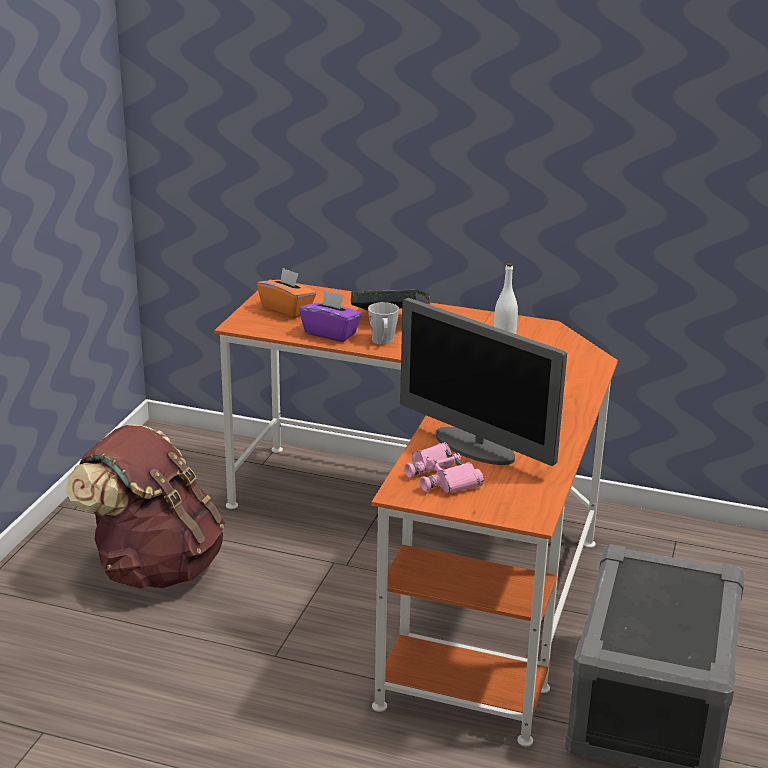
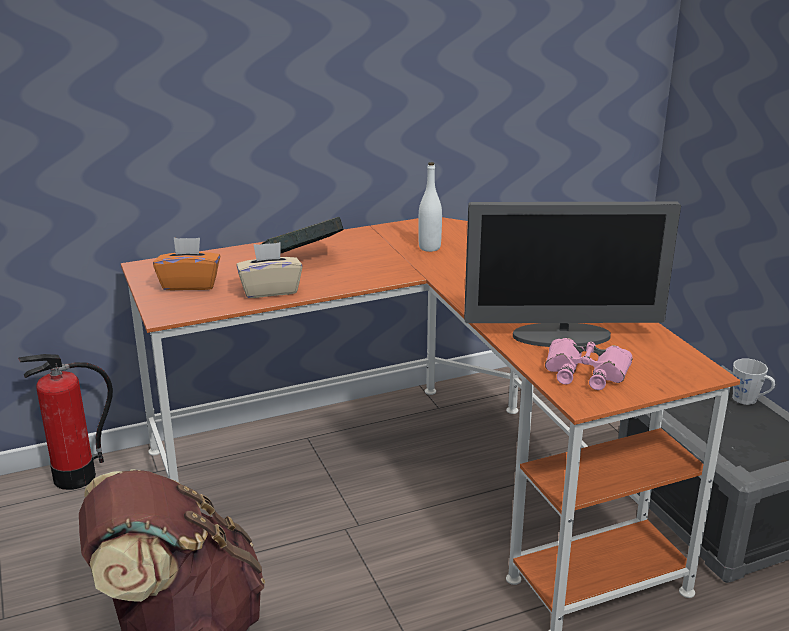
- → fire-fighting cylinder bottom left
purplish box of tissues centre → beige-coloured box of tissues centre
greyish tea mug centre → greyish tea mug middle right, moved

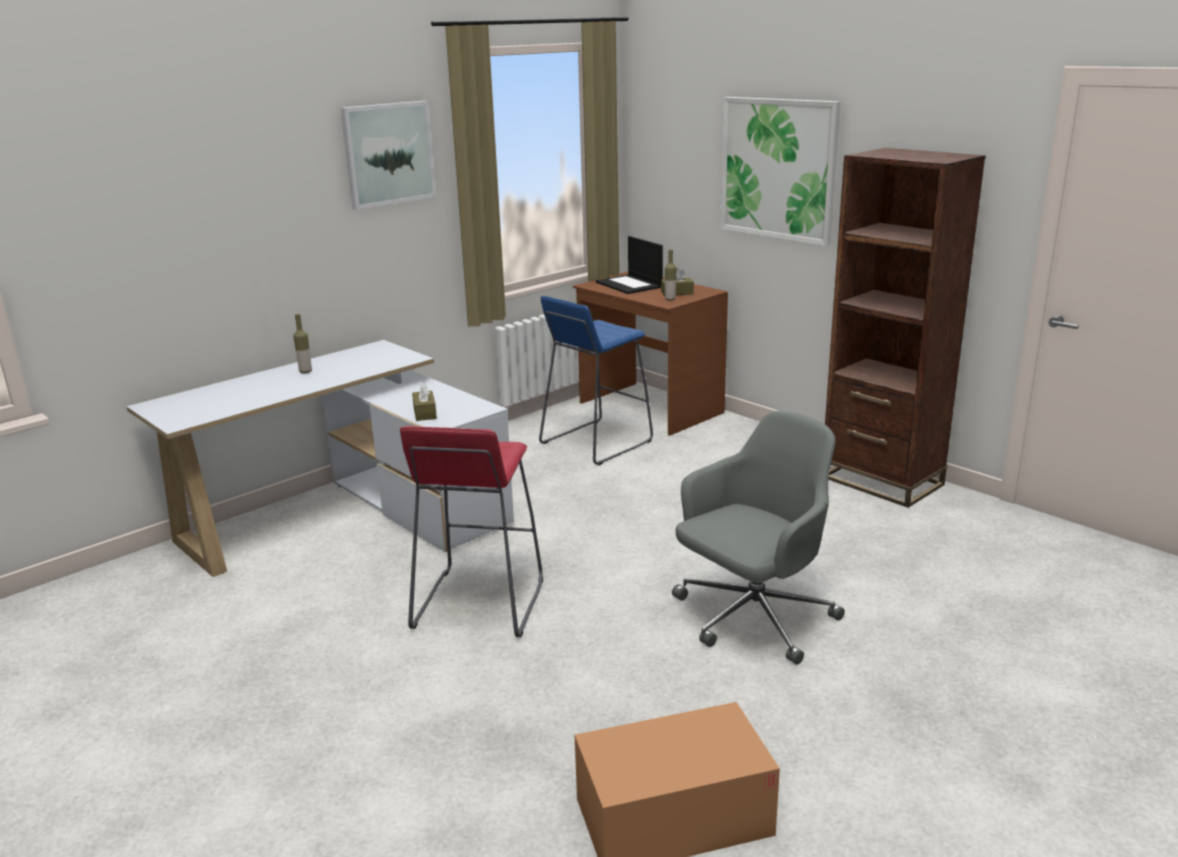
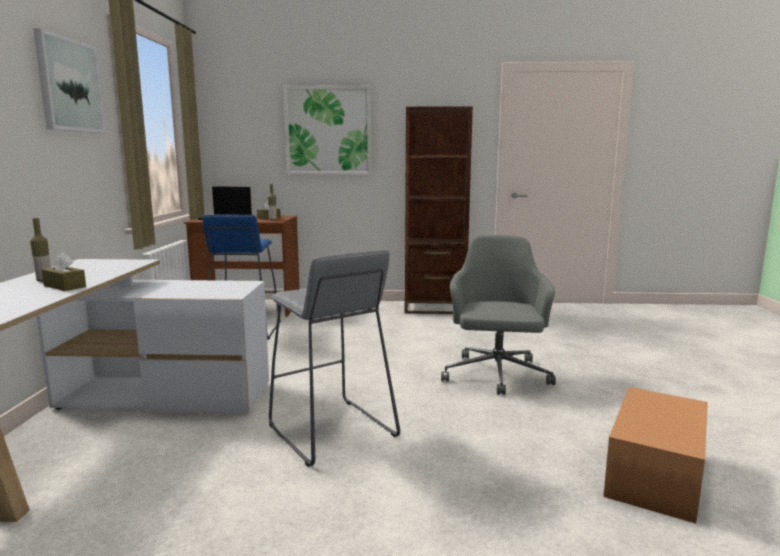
brownish box of tissues (1st from left) centre → brownish box of tissues (1st from left) middle left, moved
red-coloured sitting stool centre → greyish sitting stool centre

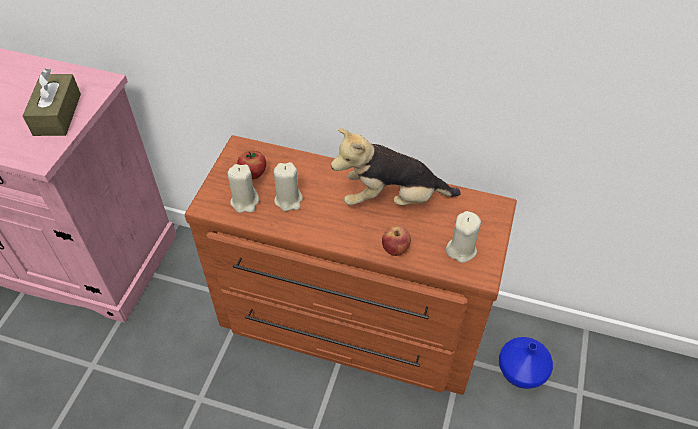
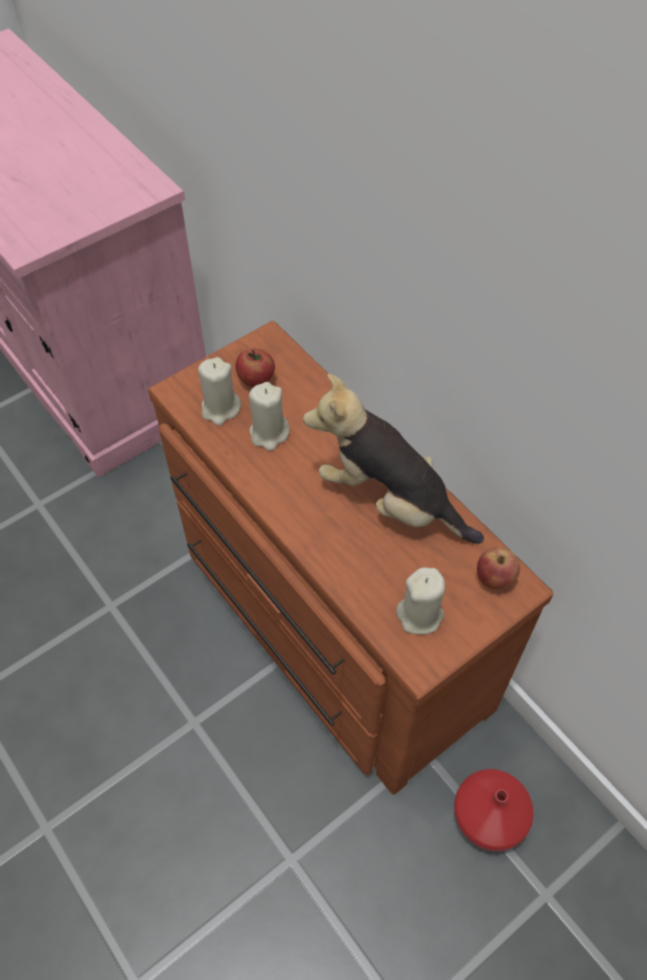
blue decorative vase bottom right → red-coloured decorative vase bottom right
whole apple (2nd from left) centre → whole apple (2nd from left) middle right, moved
brownish box of tissues top left → -

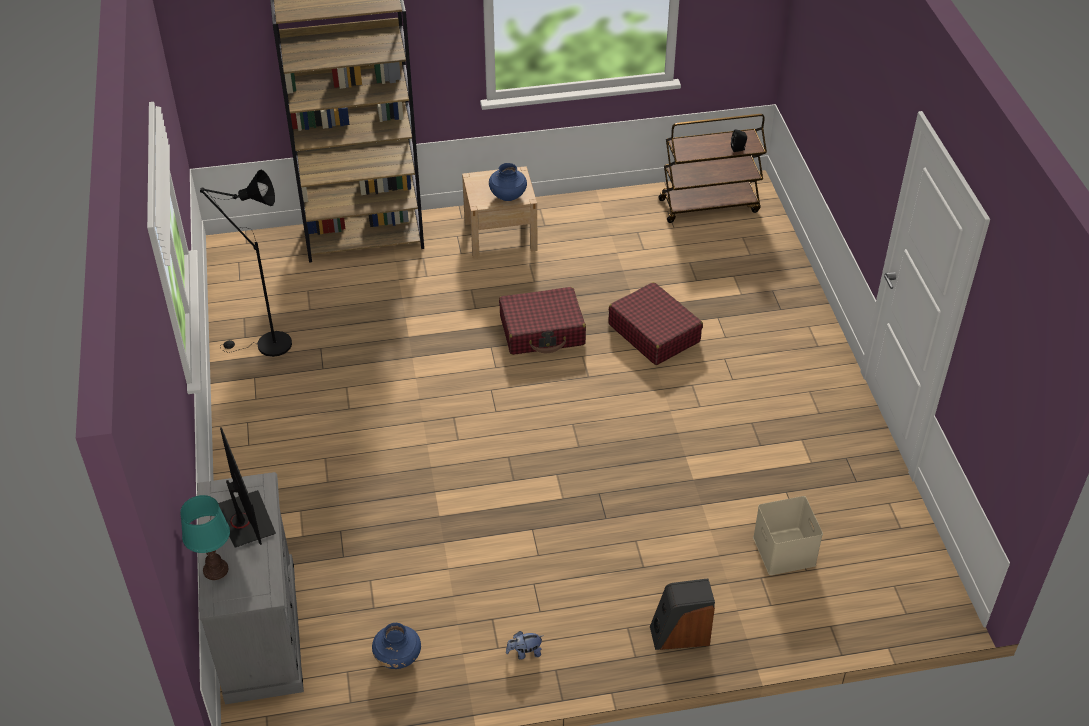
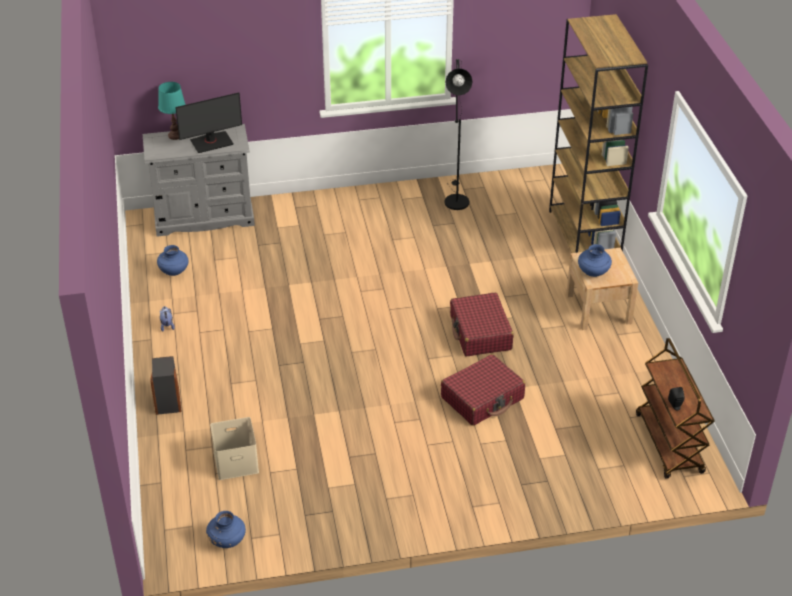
- → blue decorative vase (2nd from left) bottom left

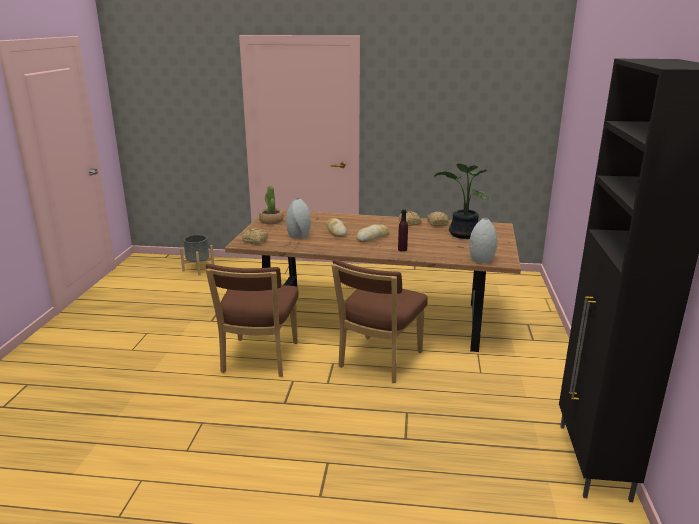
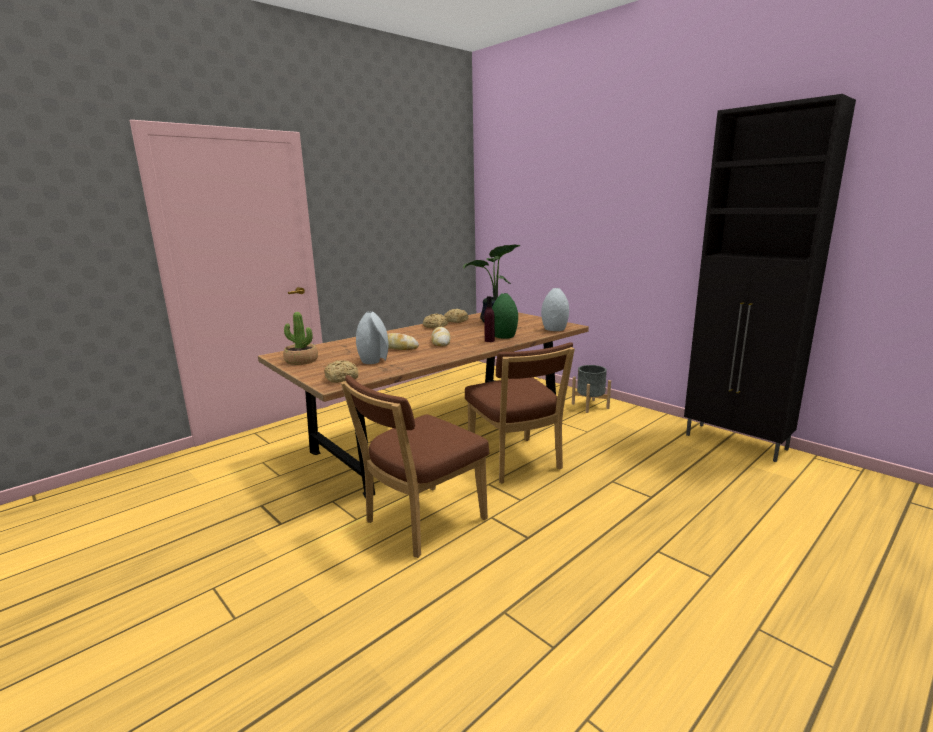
brownish upright chair (1st from left) centre, 90 degrees clockwise
- → greenish decorative vase centre
greyish flower pot middle left → greyish flower pot centre, moved

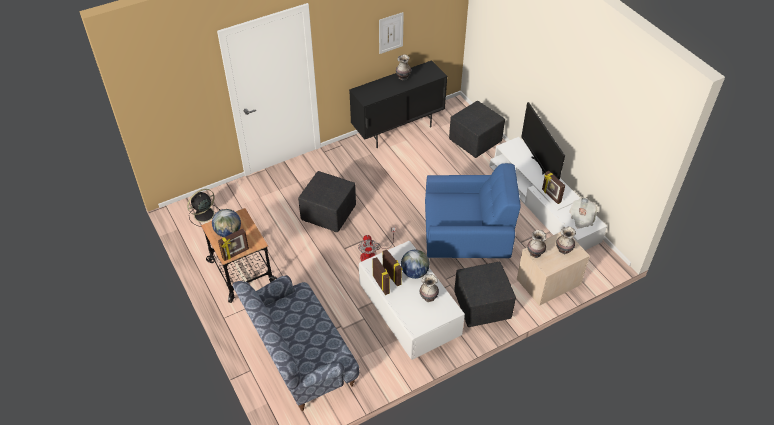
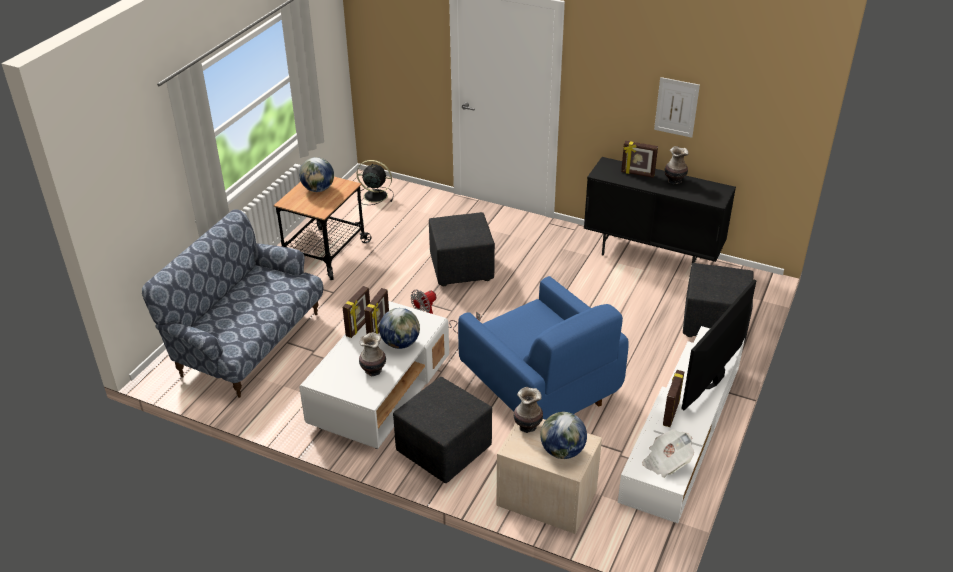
decorative vase (4th from left) middle right → desk globe (3rd from left) bottom centre
photo frame (1st from left in the first image) middle left → photo frame (3rd from left) top right, moved

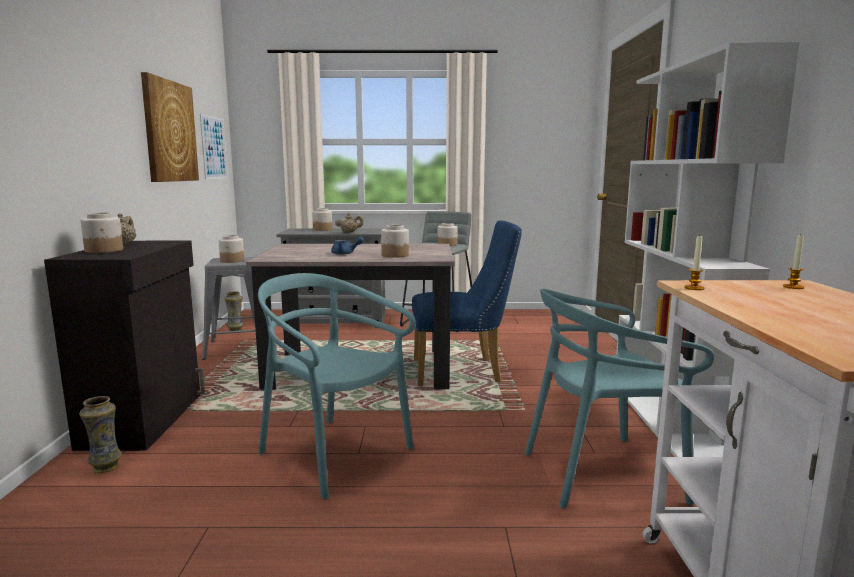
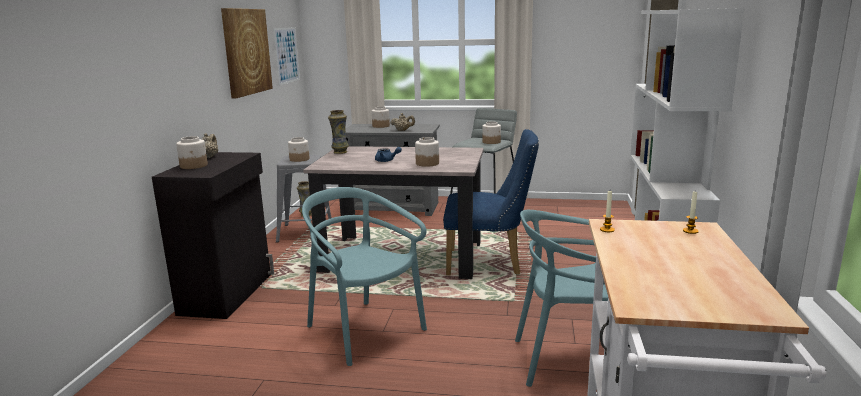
decorative vase (1st from left in the first image) bottom left → decorative vase (2nd from left) centre, moved

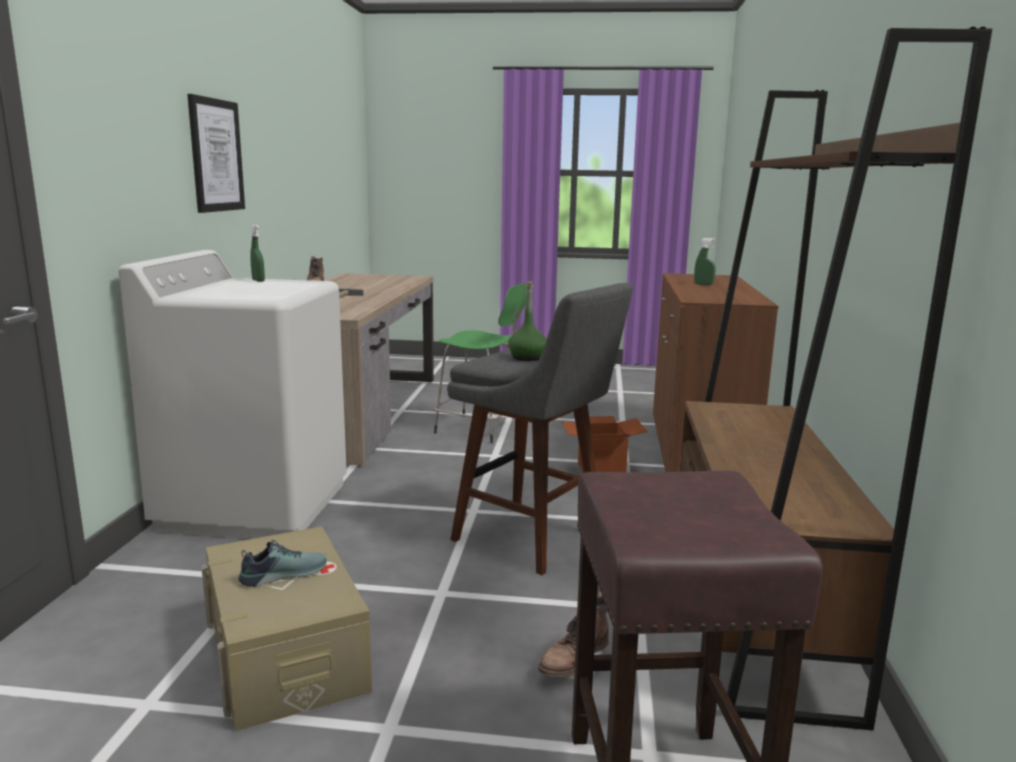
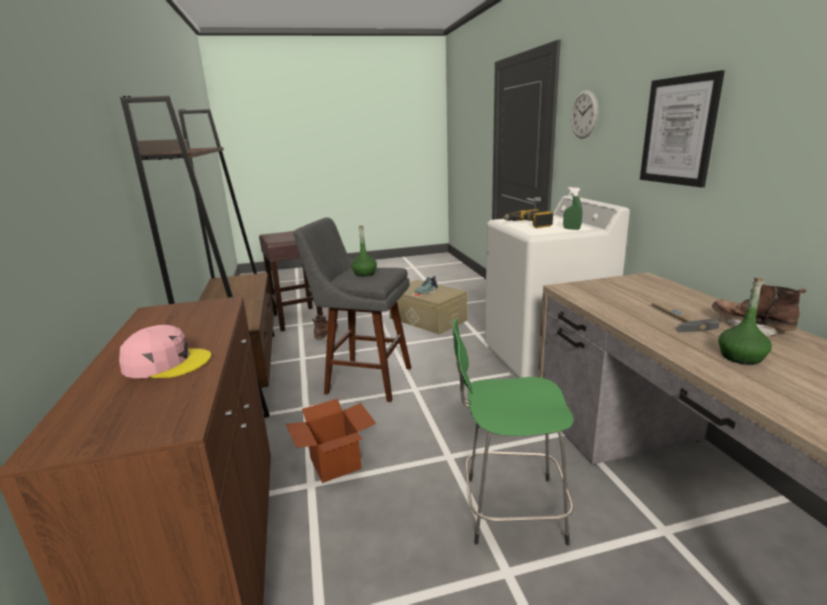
greenish spray bottle (2nd from left) middle right → pink-coloured cap middle left
- → drill centre
- → hanging clock top right
- → greenish drink bottle (2nd from left) middle right

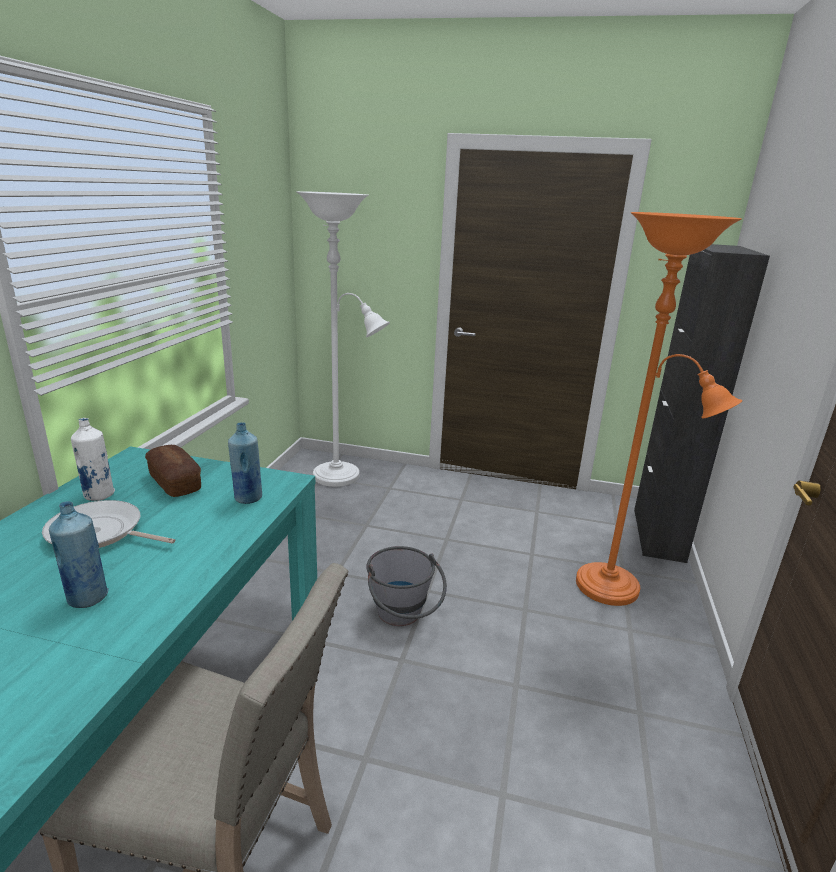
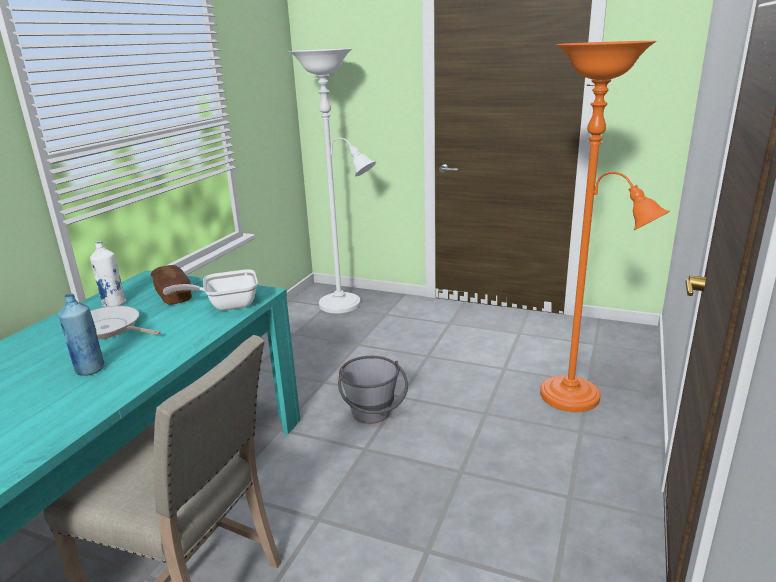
blue drink bottle (2nd from left) middle left → skillet (2nd from left) middle left
black-coloured storage cabinet middle right → -

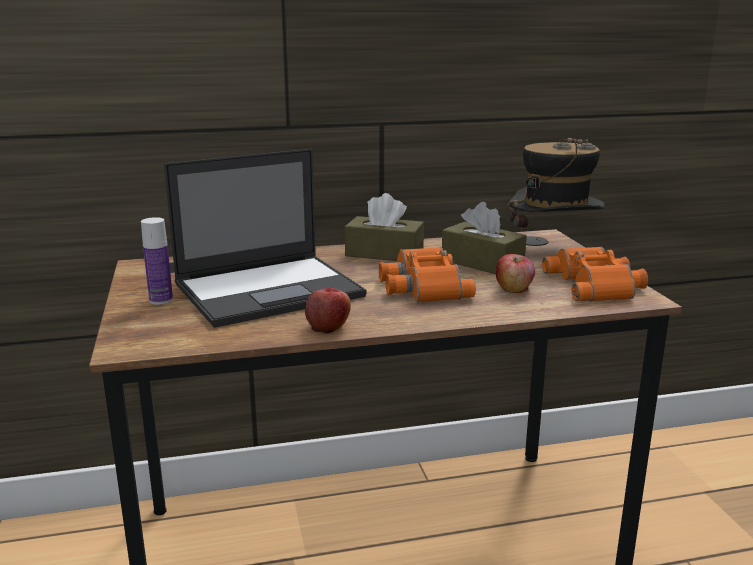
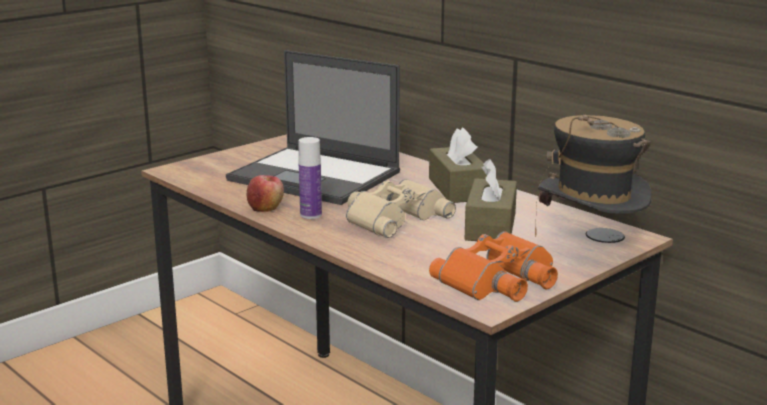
drink bottle middle left → drink bottle centre, moved
orangey binoculars (1st from left) centre → beige-coloured binoculars centre
whole apple (2nd from left) middle right → -

